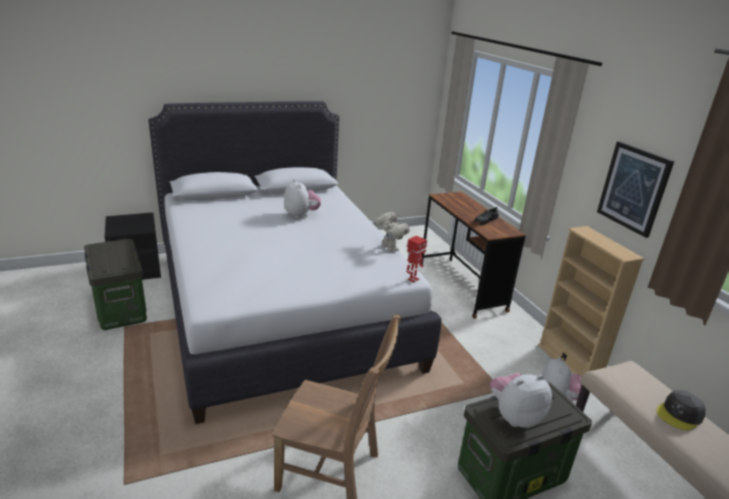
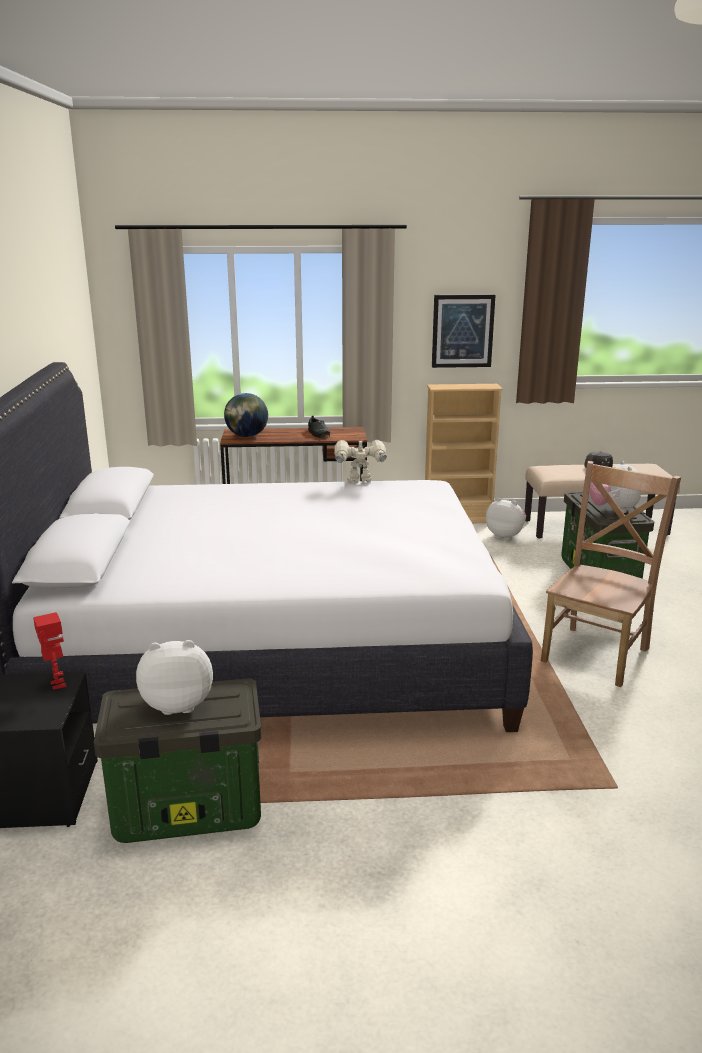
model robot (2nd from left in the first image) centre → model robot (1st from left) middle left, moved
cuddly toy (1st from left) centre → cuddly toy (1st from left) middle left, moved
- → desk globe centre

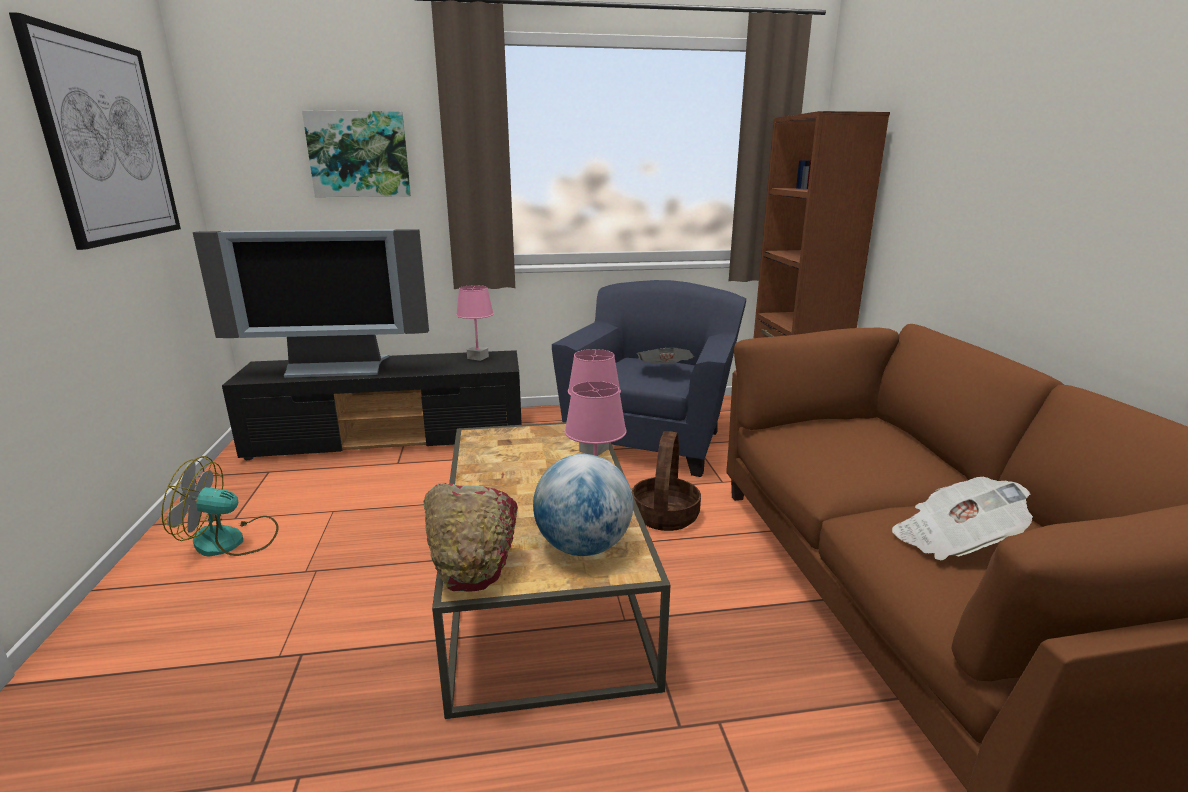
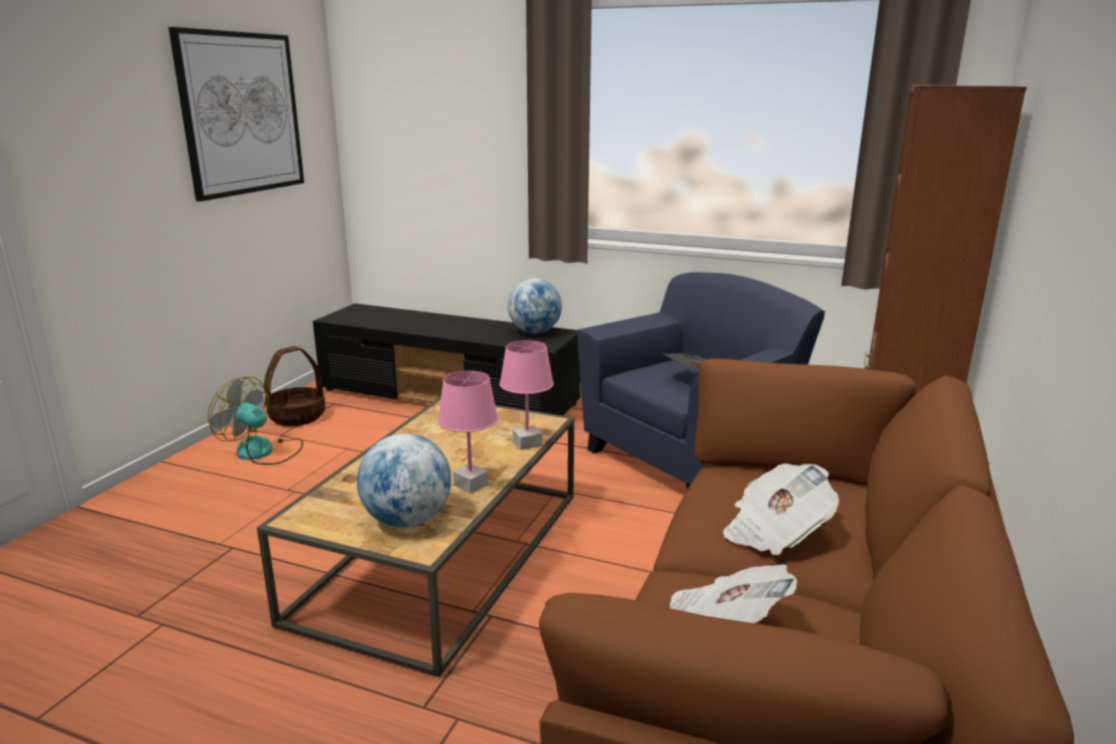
storage basket centre → storage basket middle left, moved
pink-coloured tabletop lamp (1st from left) centre → desk globe (2nd from left) centre
- → printed paper (3rd from left) bottom right
TV middle left → -
wall art (2nd from left) top left → -
red-coloured serving bowl bottom centre → -

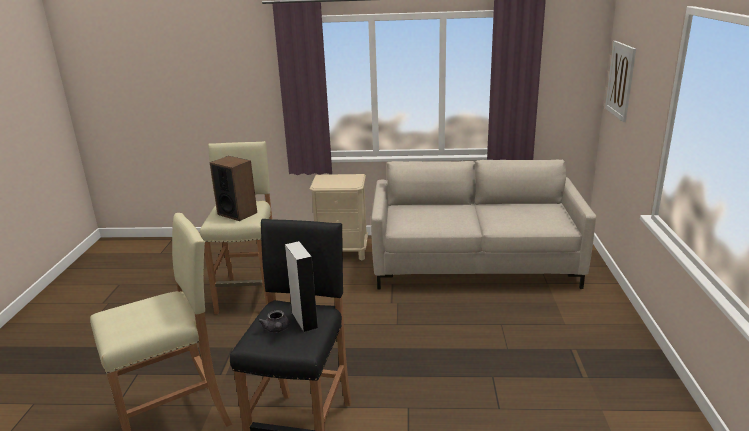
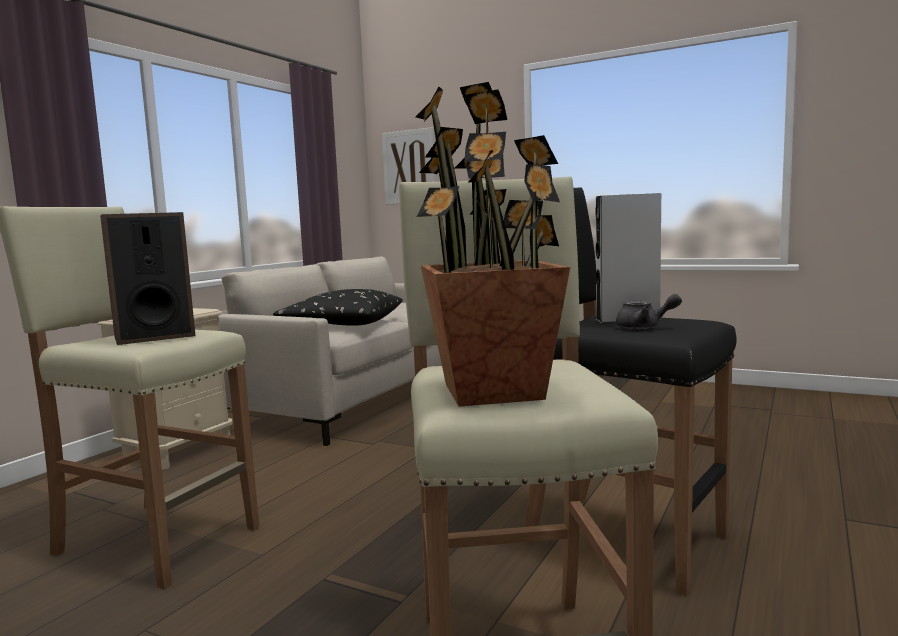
- → black-coloured cushion centre
- → plant in a pot centre

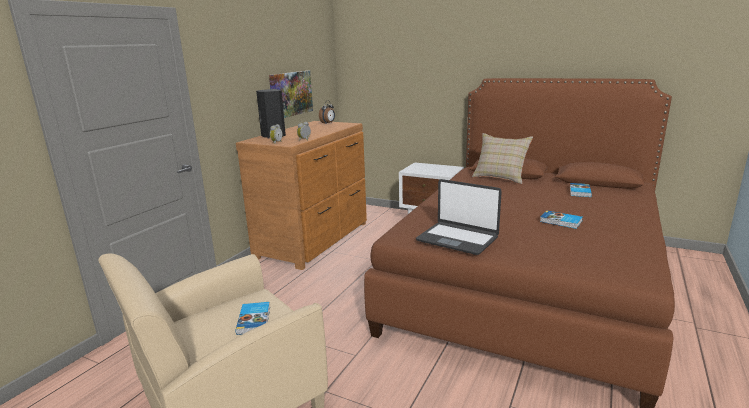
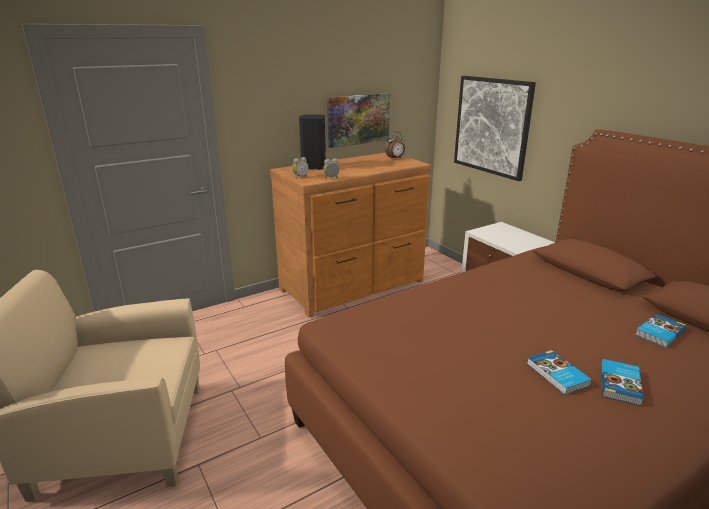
- → wall art (2nd from left) top right
volume (1st from left in the first image) bottom centre → volume (2nd from left) bottom right, moved
notebook computer centre → -
beige-coloured cushion middle right → -

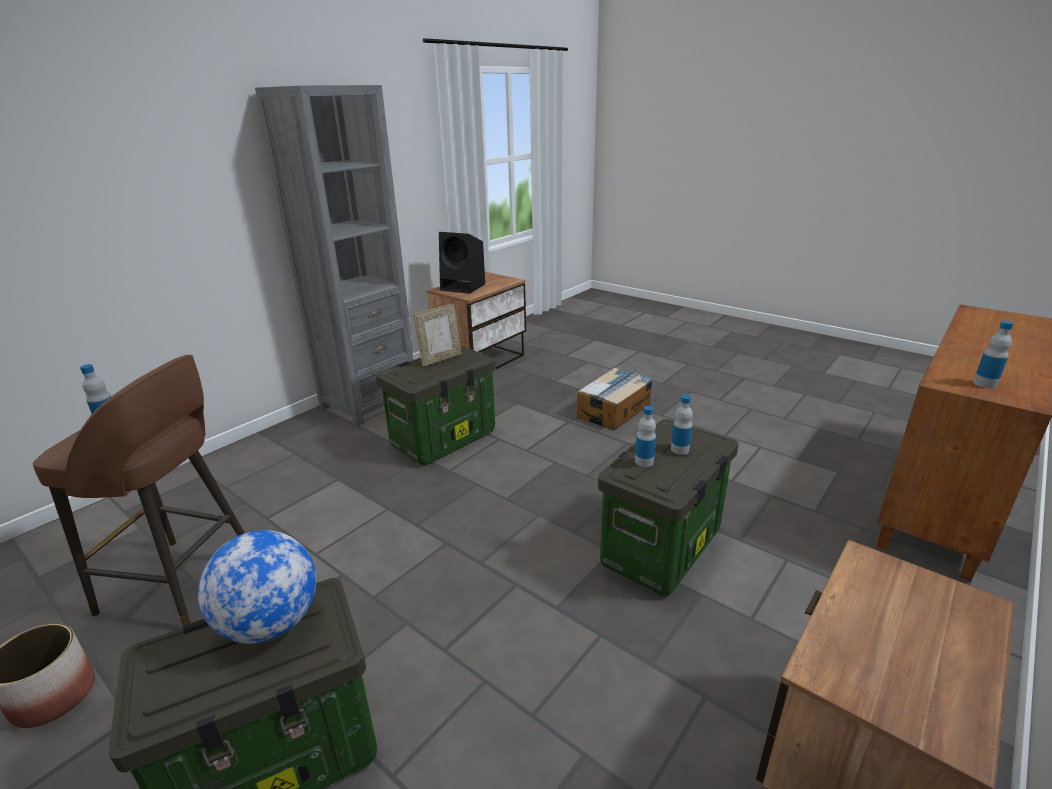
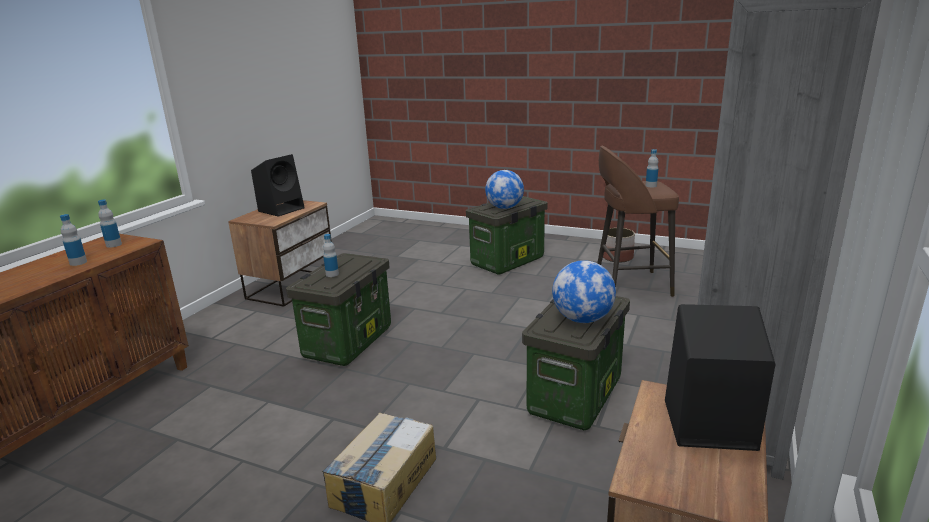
drink bottle (2nd from left in the first image) centre → drink bottle (1st from left) middle left, moved
- → black-coloured loudspeaker (1st from left) middle left
photo frame centre → desk globe (2nd from left) centre

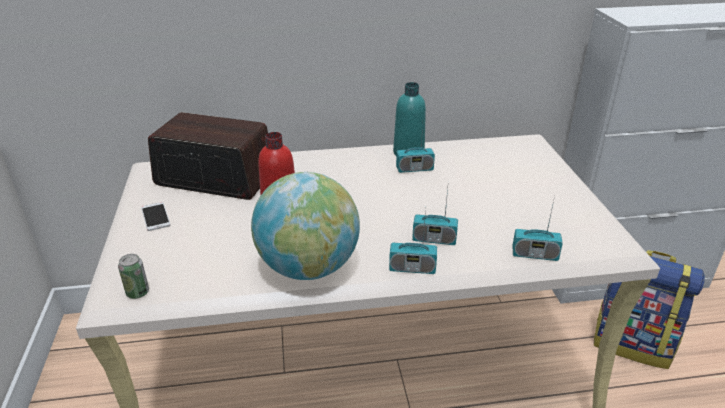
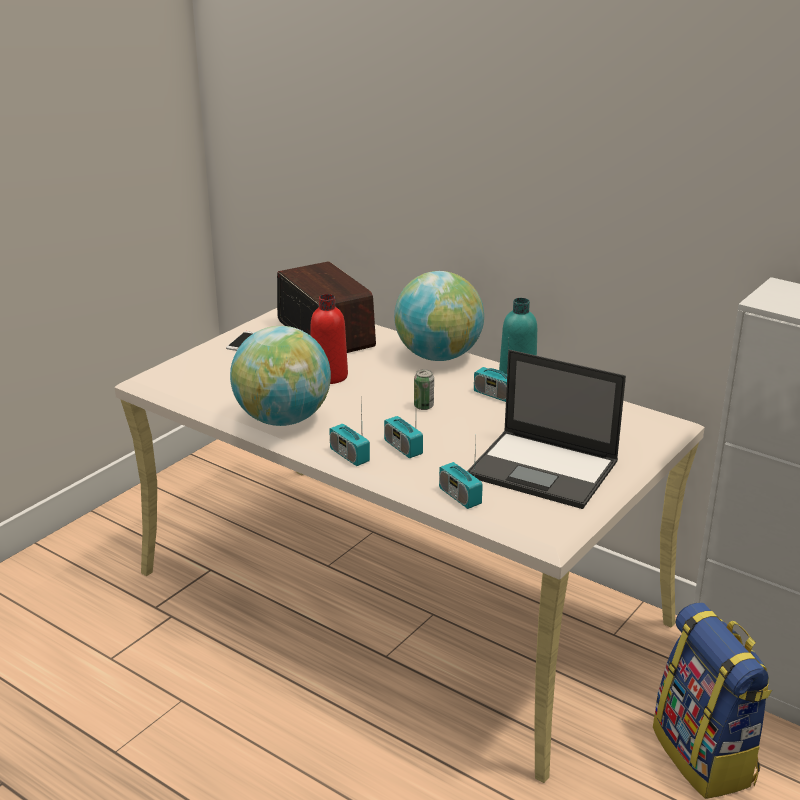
- → desk globe (2nd from left) centre
metal can bottom left → metal can centre, moved
- → notebook computer middle right

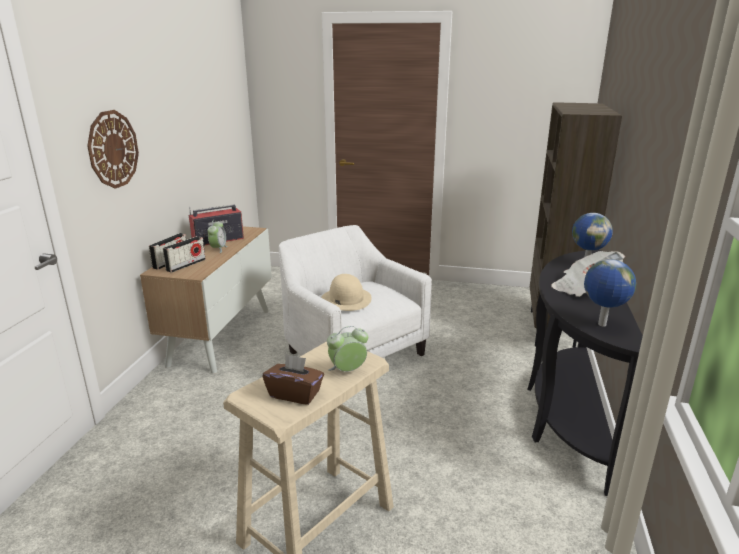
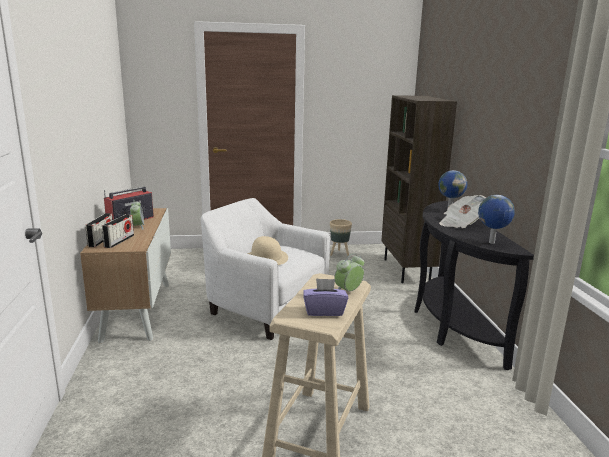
brownish box of tissues bottom centre → purplish box of tissues centre
- → beige-coloured flower pot centre
hanging clock top left → -

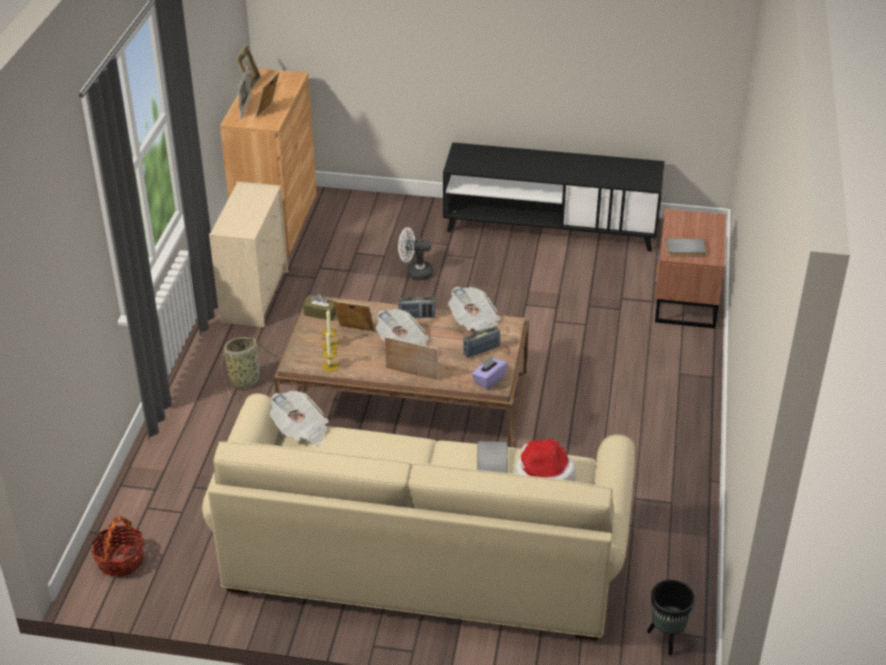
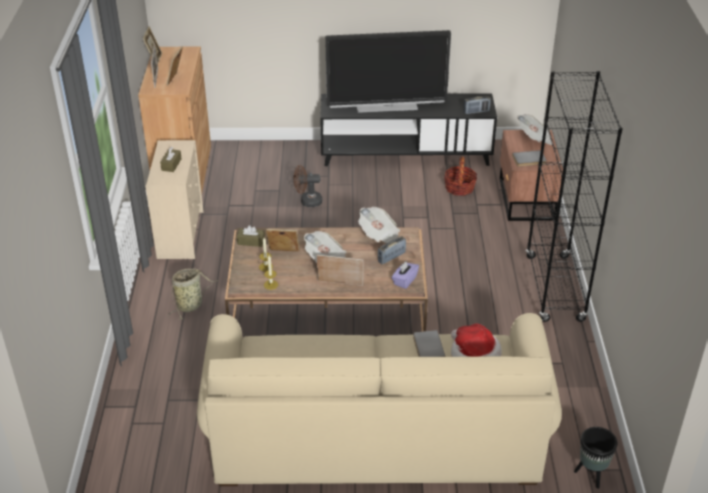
- → brownish box of tissues (1st from left) top left
whitish electric fan centre → brownish electric fan centre
- → TV top centre
storage basket (1st from left in the first image) bottom left → storage basket (2nd from left) centre, moved
radio set (1st from left in the first image) centre → radio set (2nd from left) top right, moved
printed paper (1st from left in the first image) centre → printed paper (3rd from left) top right, moved
- → black-coloured bookcase middle right

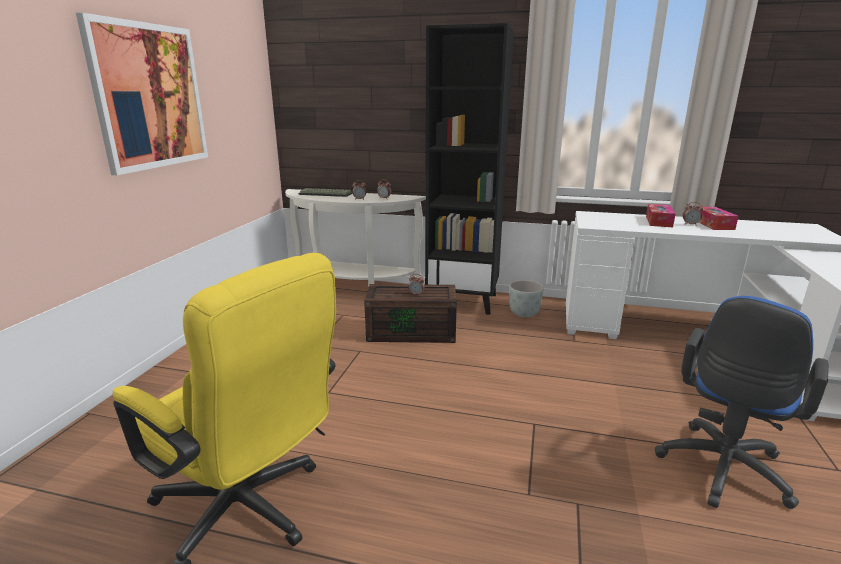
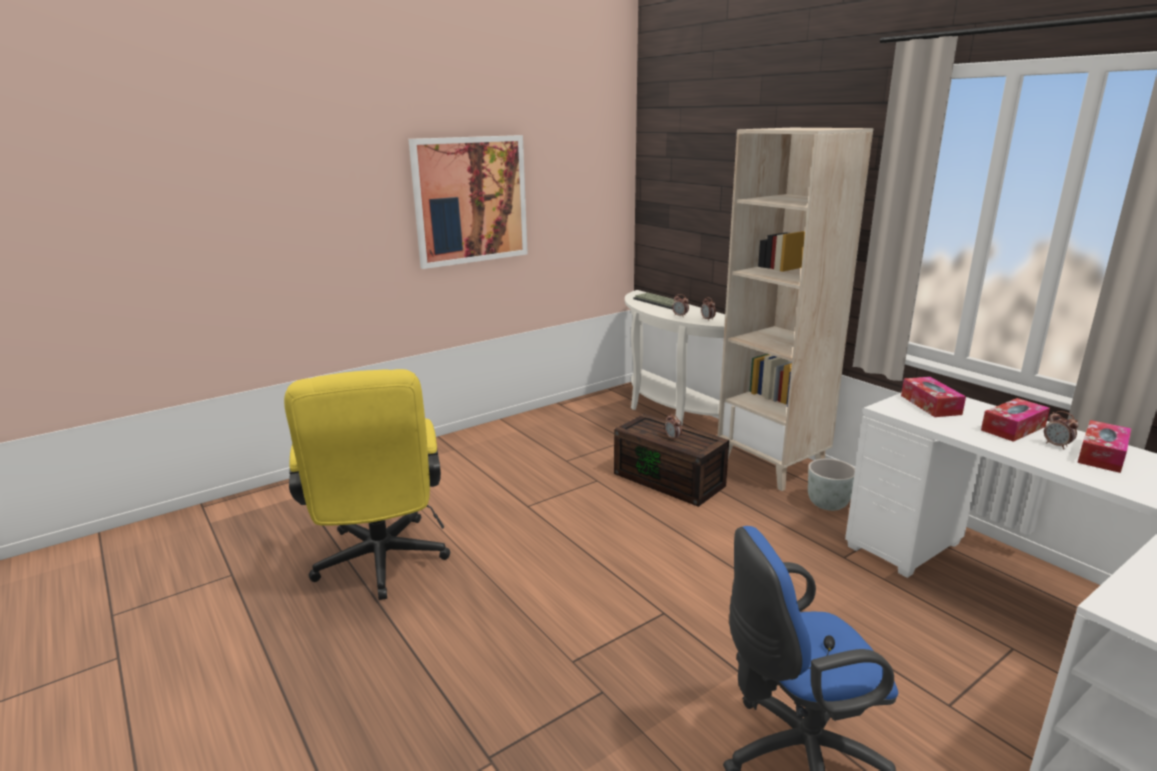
black-coloured bookcase top centre → beige-coloured bookcase middle right
- → box of tissues (1st from left) middle right

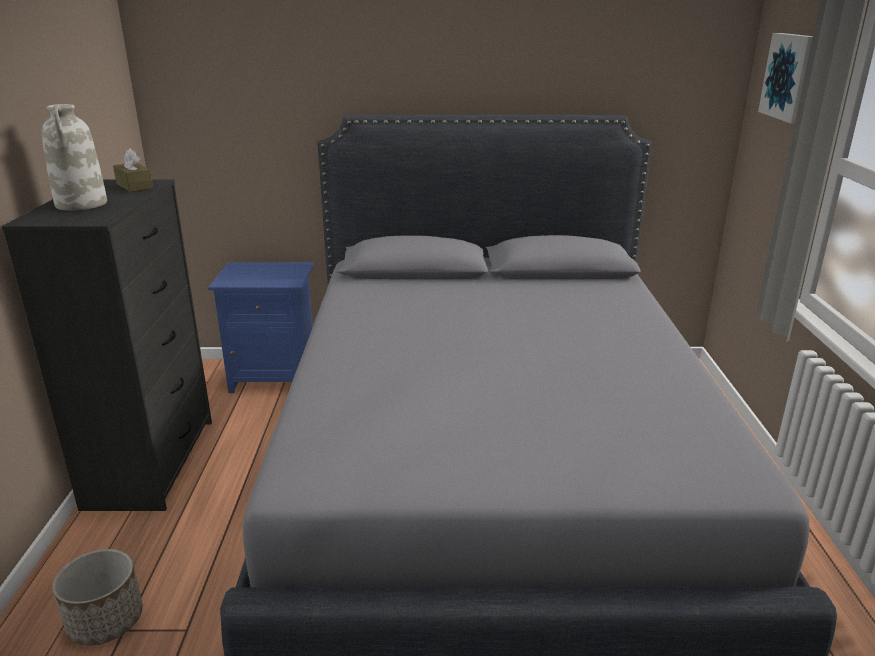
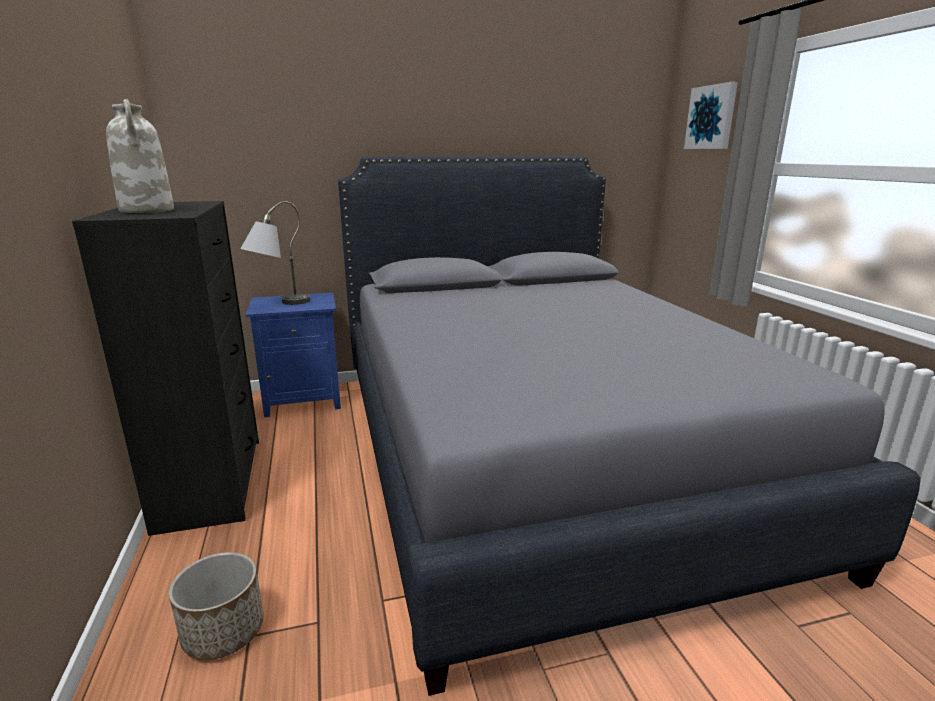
- → greyish tabletop lamp middle left
brownish box of tissues top left → -

